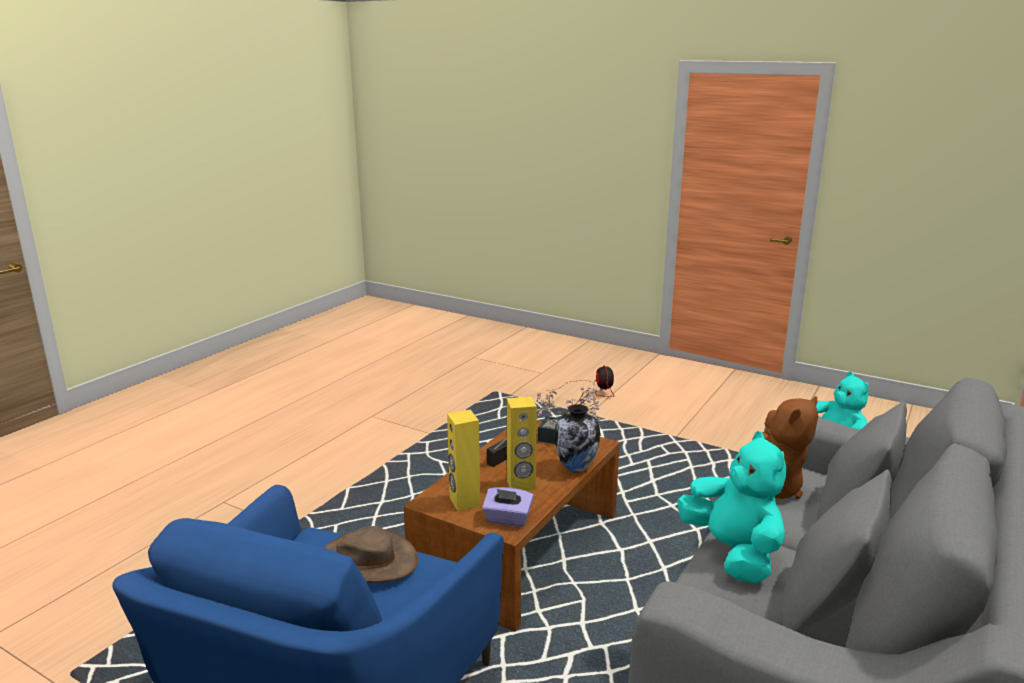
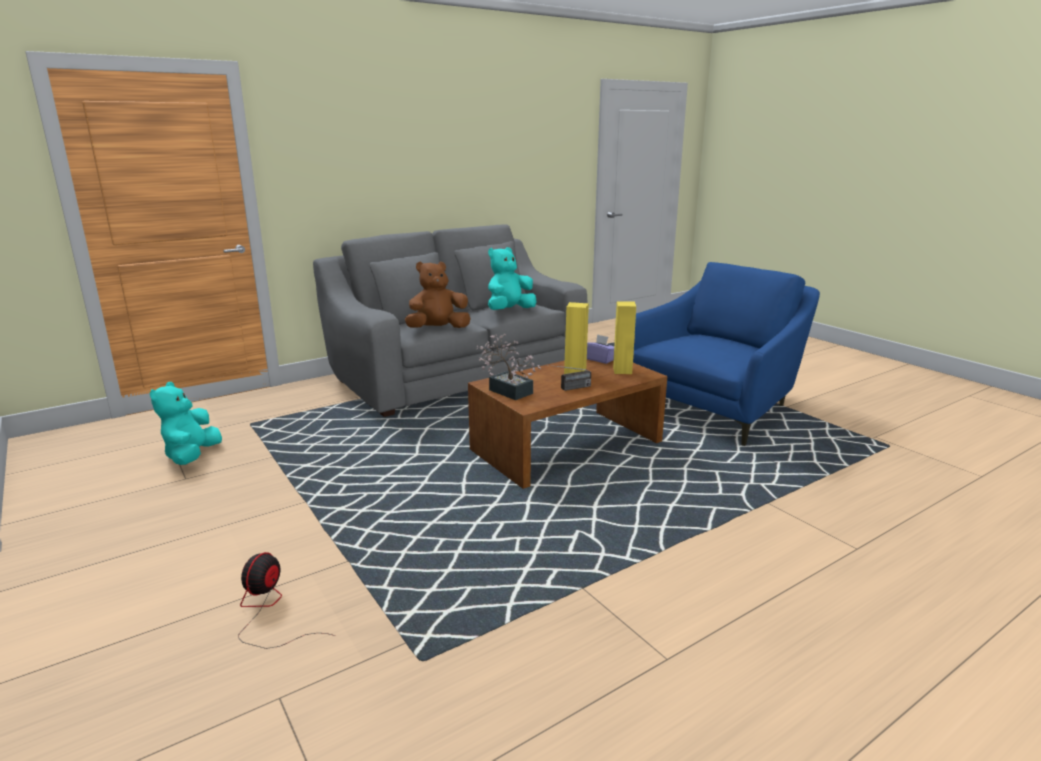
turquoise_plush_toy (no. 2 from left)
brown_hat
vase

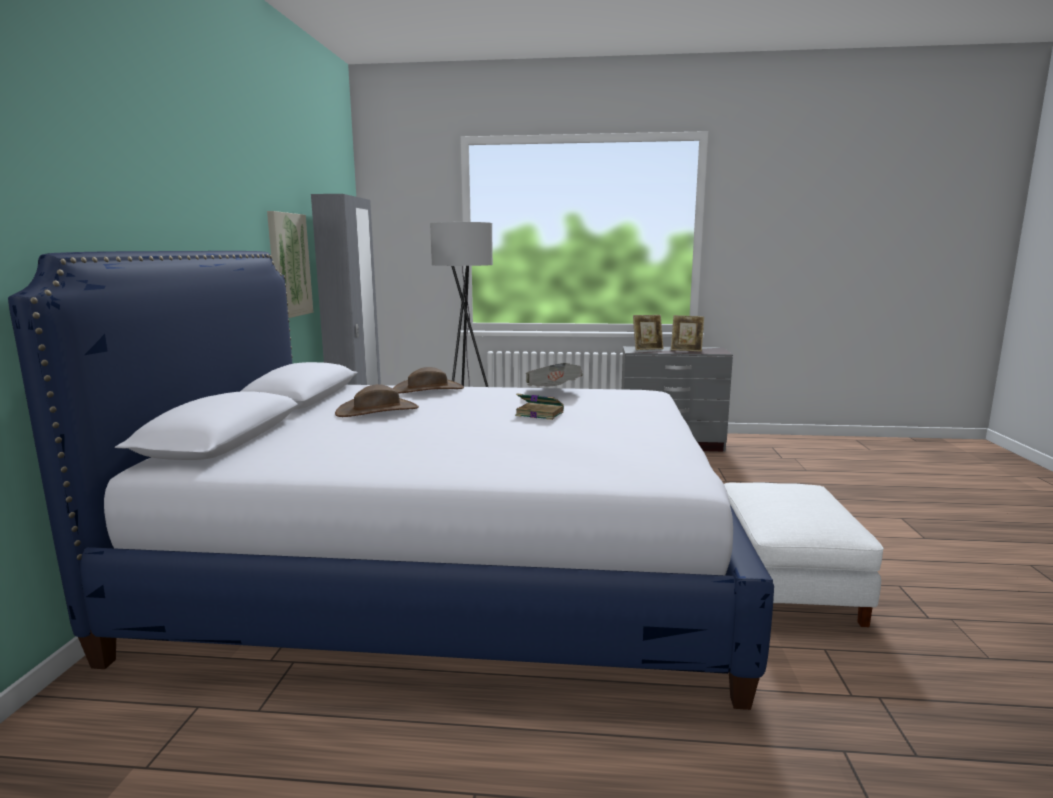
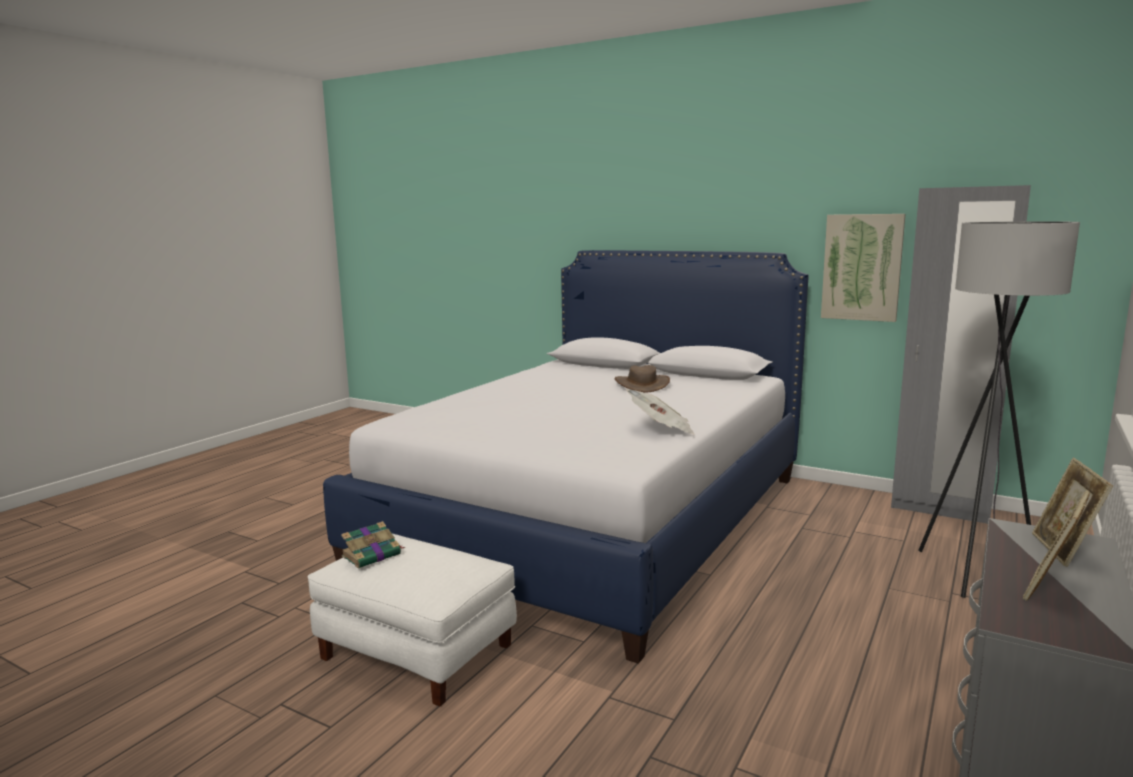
book
brown_hat (no. 2 from left in the first image)

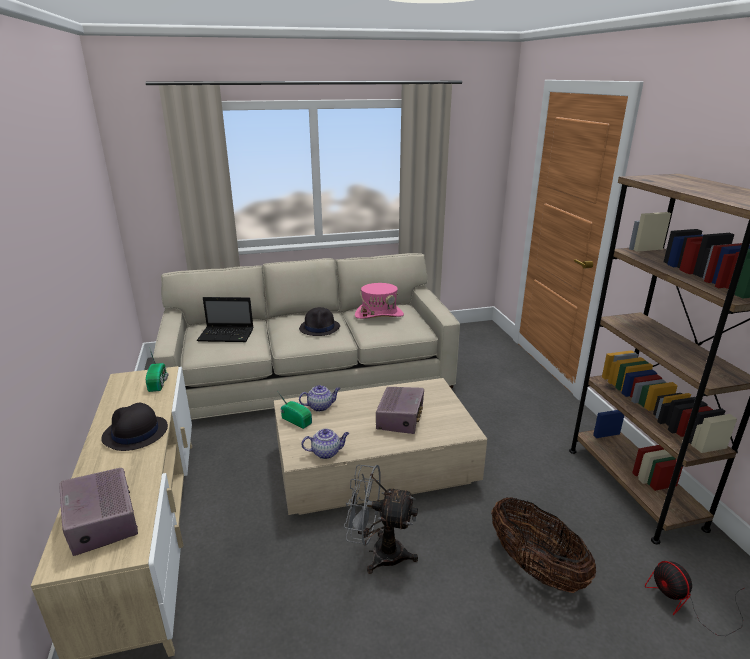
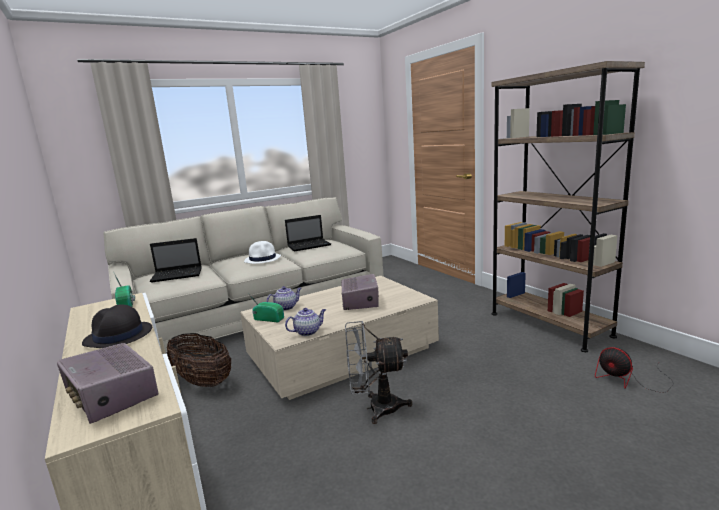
basket
white_hat
laptop (no. 2 from left)

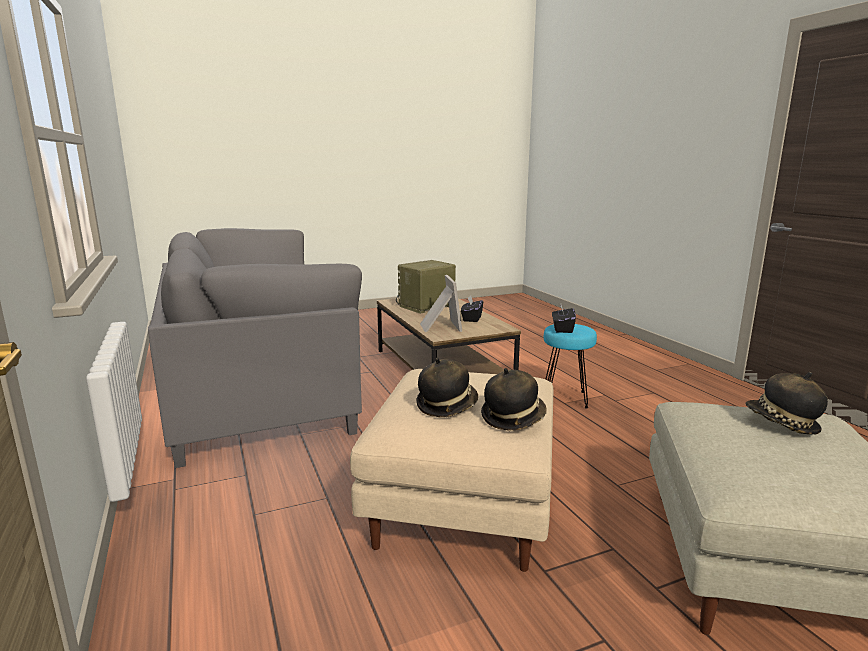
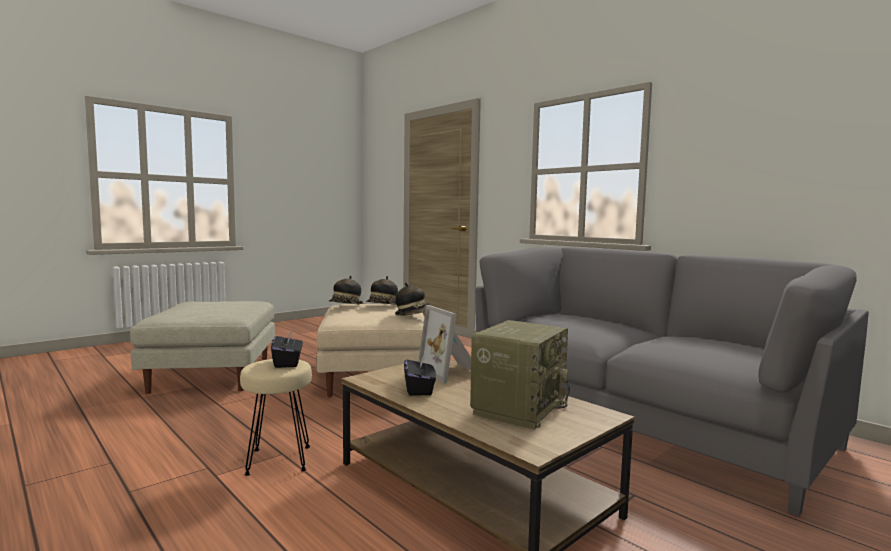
beige_stool
hat (no. 3 from left)

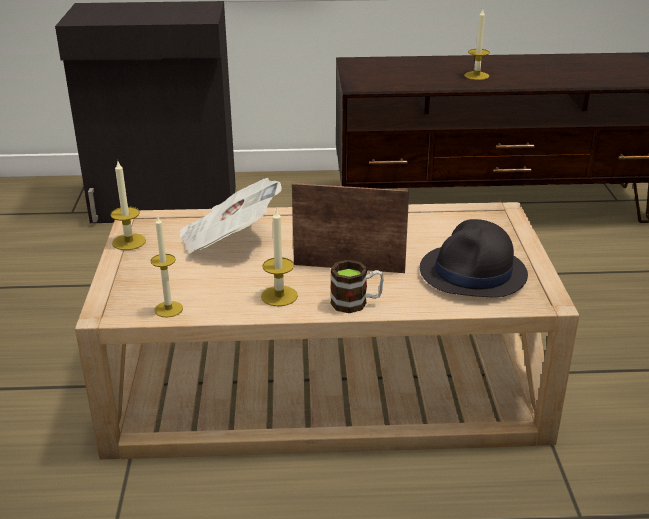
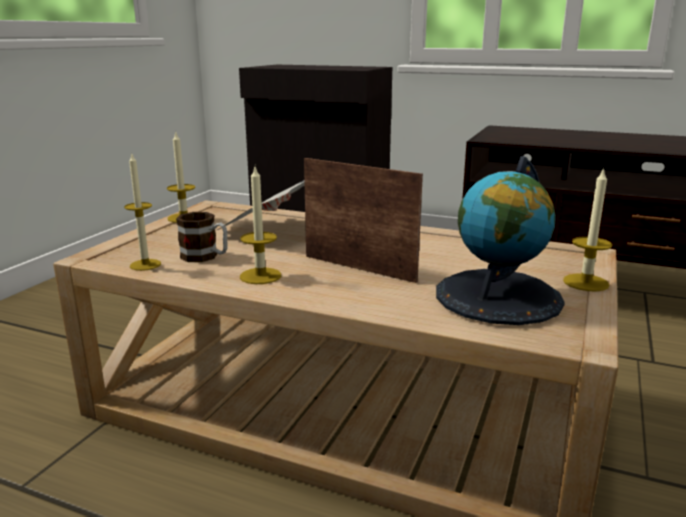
mug
globe
candle (no. 4 from left)

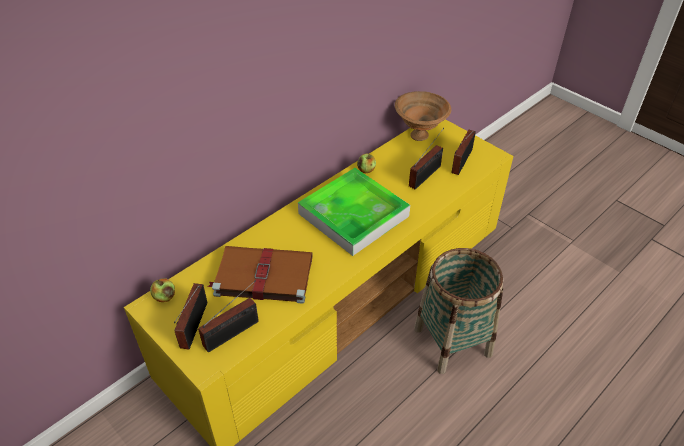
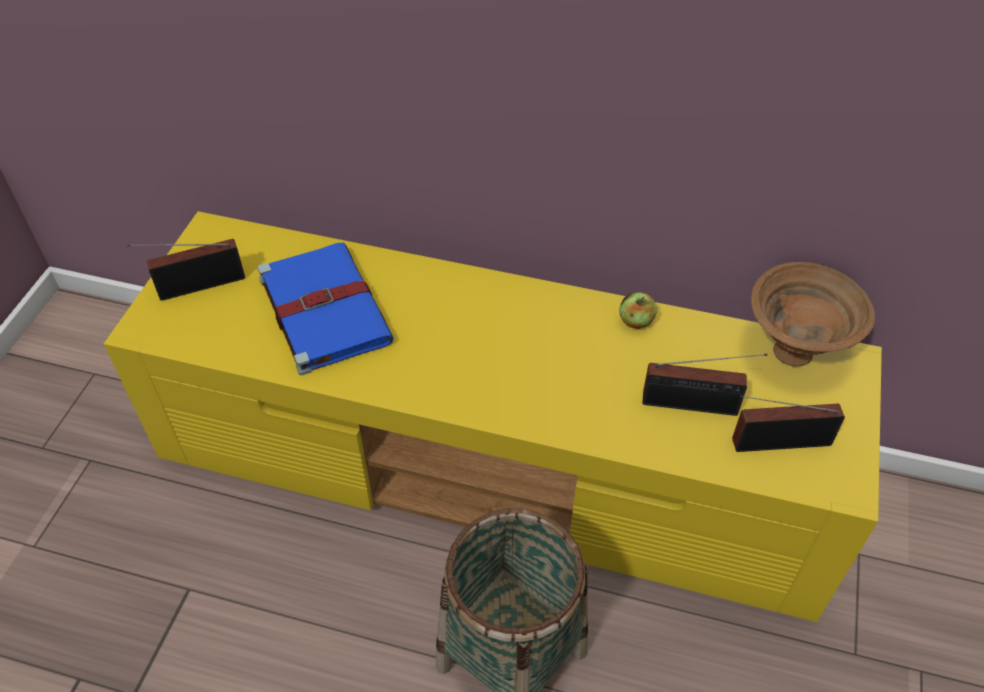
blue_book
apple (no. 1 from left in the first image)
radio (no. 2 from left in the first image)
tray

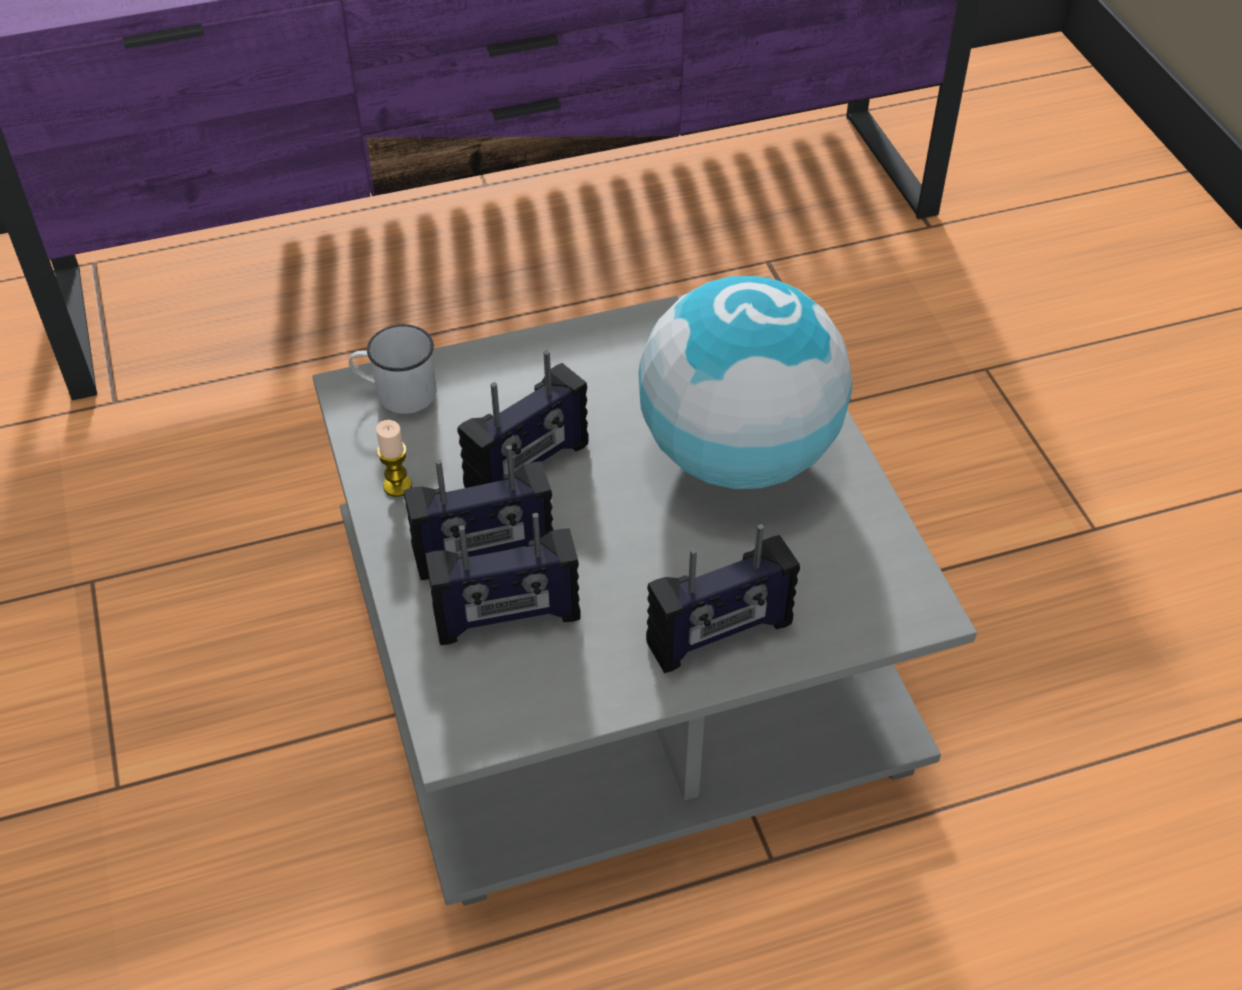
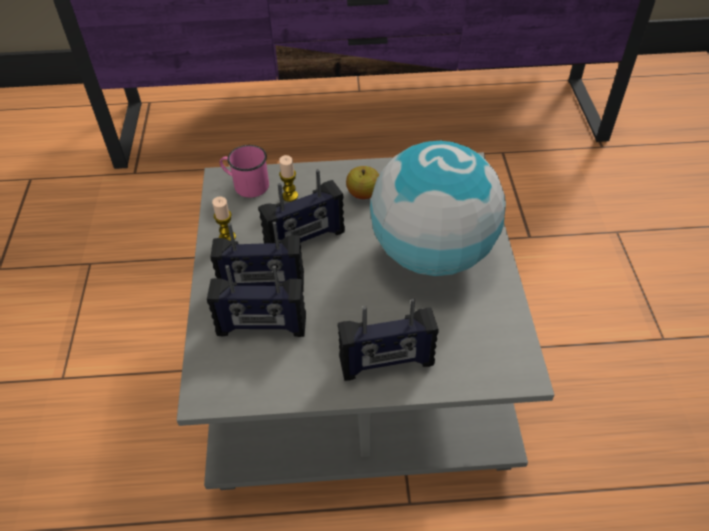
pink_mug
candle (no. 2 from left)
apple

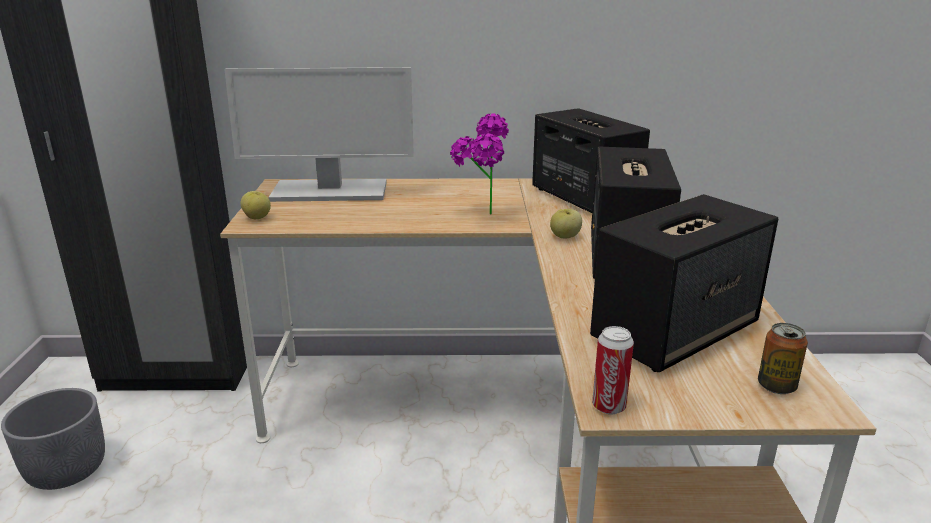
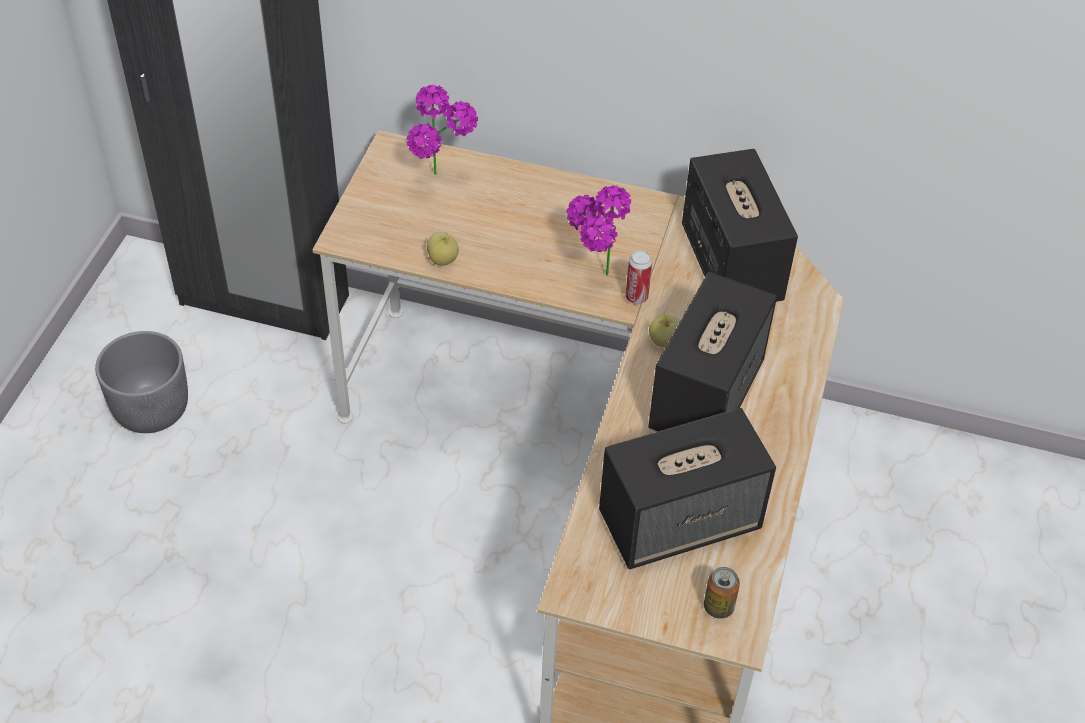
potted_plant (no. 1 from left)
apple (no. 1 from left)
can (no. 1 from left)

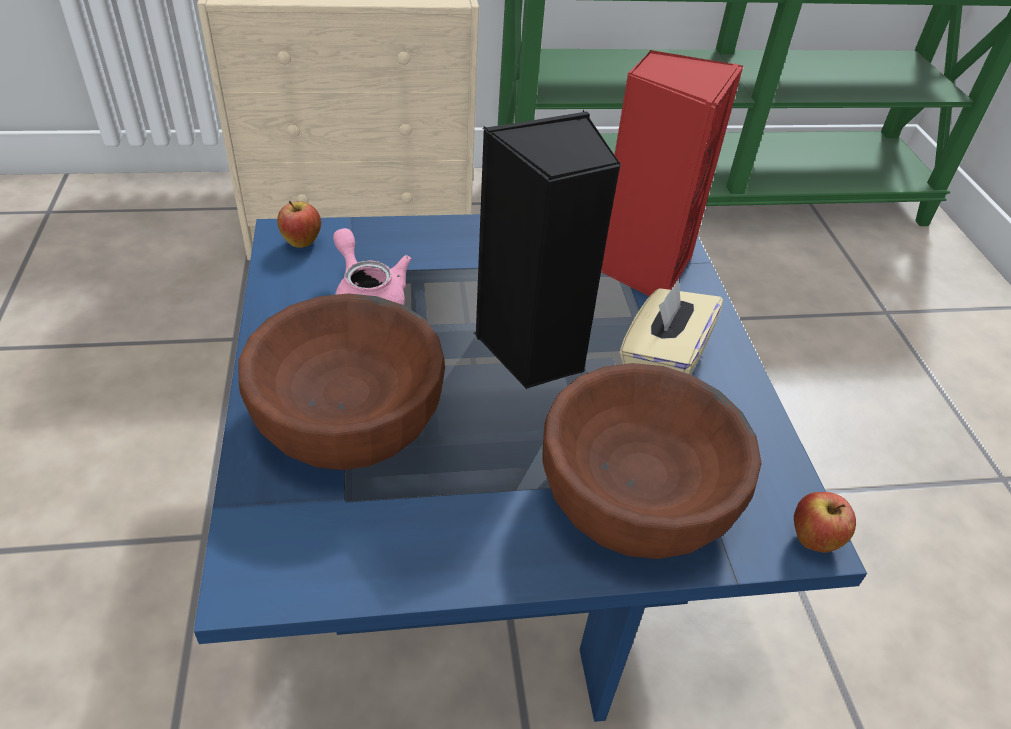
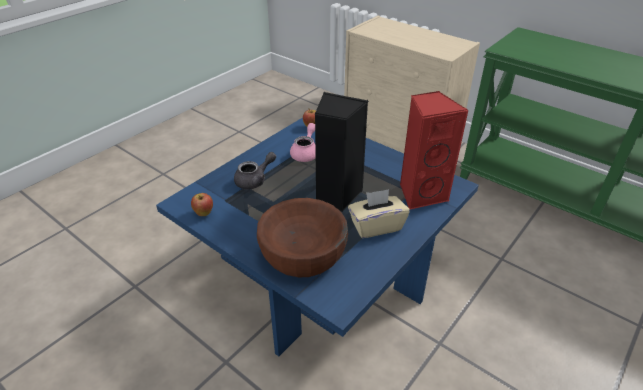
apple (no. 1 from left)
grey_teapot

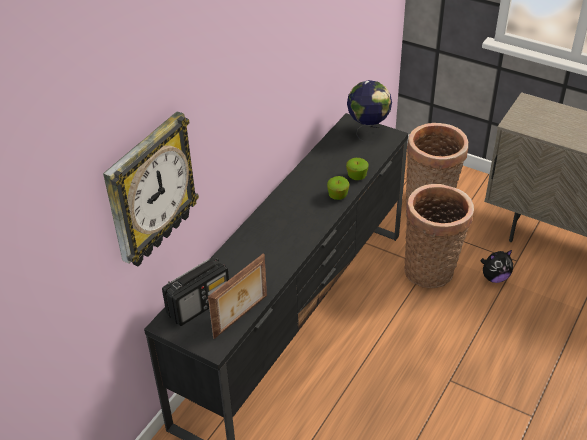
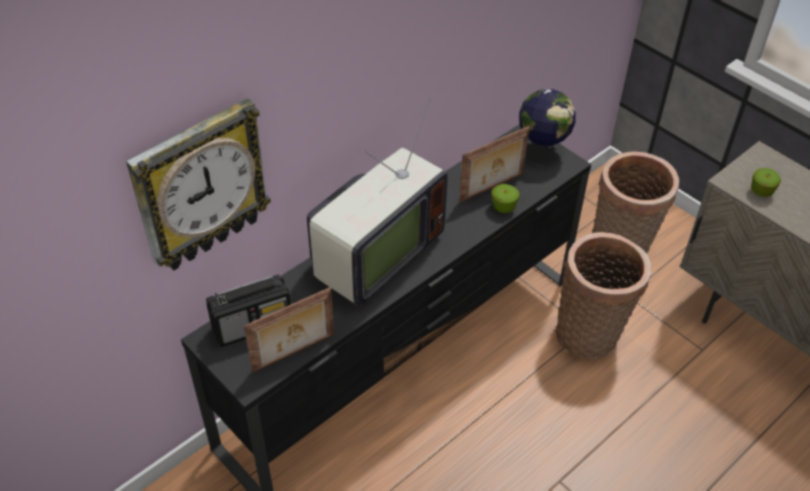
television
picture_frame (no. 2 from left)
apple (no. 2 from left)
plush_toy

